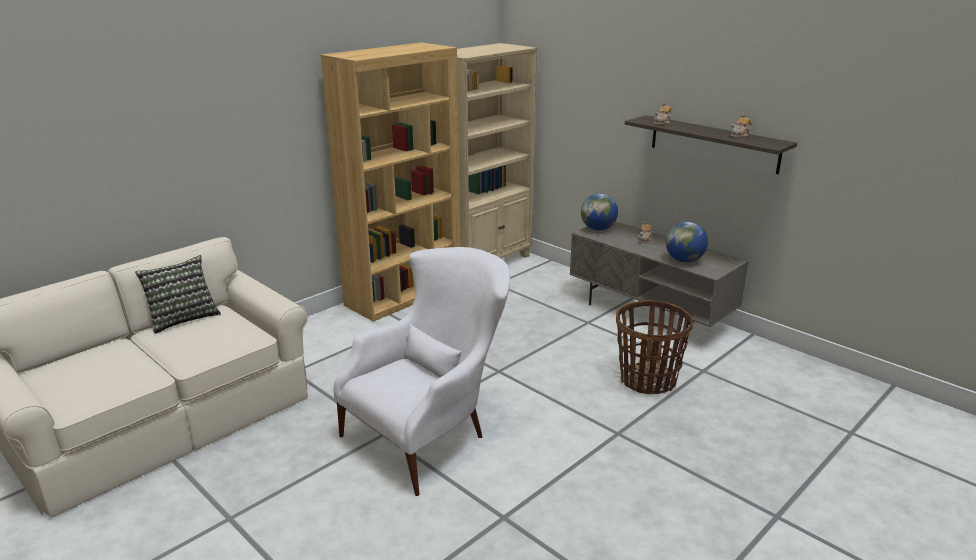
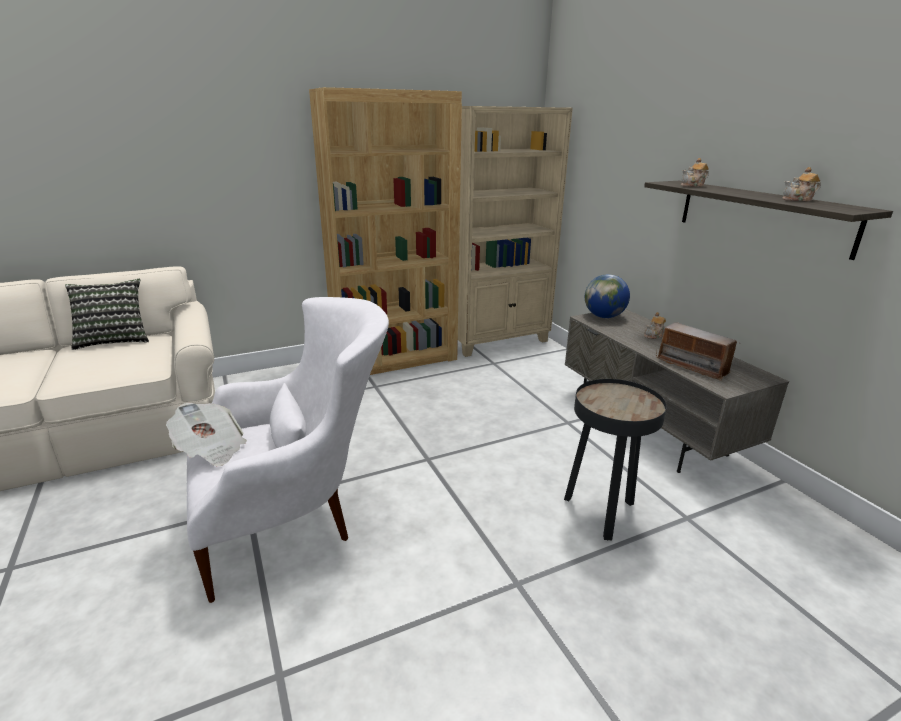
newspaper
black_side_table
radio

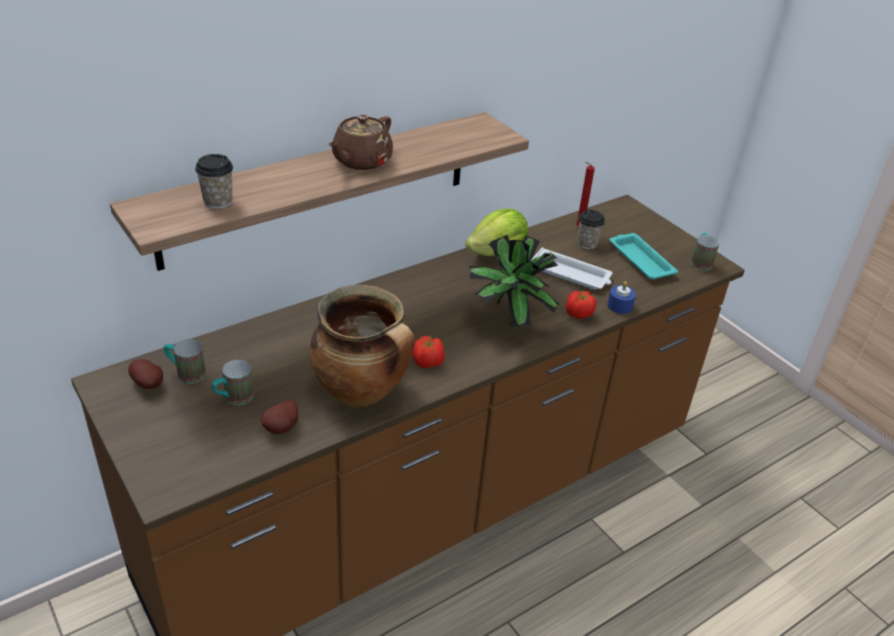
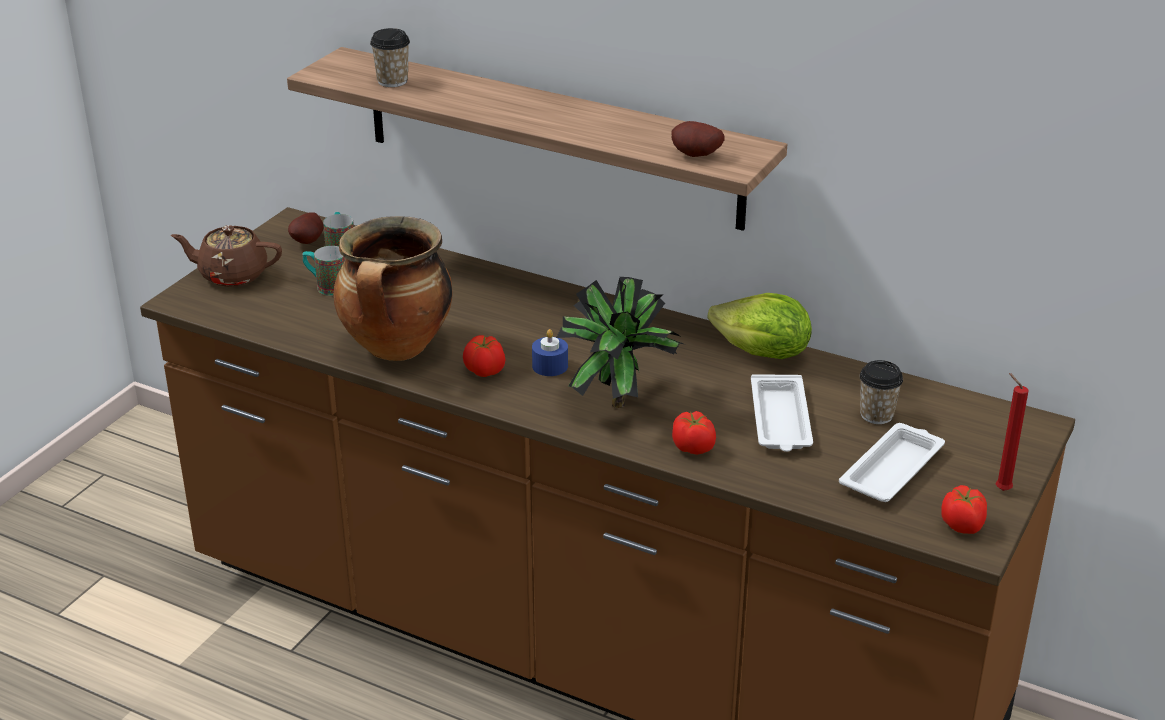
brown_teapot
blue_candle
potato (no. 2 from left)
white_tray (no. 2 from left)
tomato (no. 3 from left)
red_candle

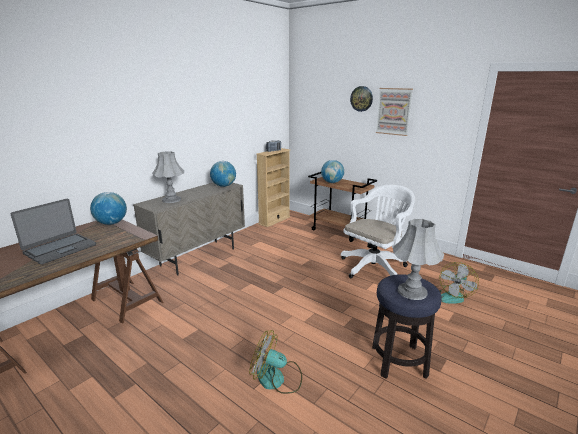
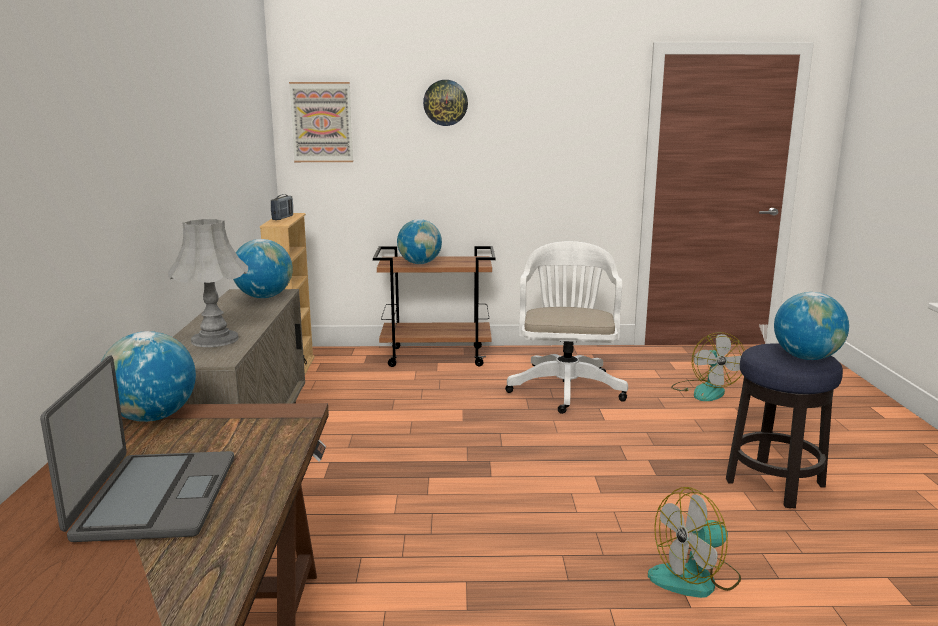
picture
globe (no. 4 from left)

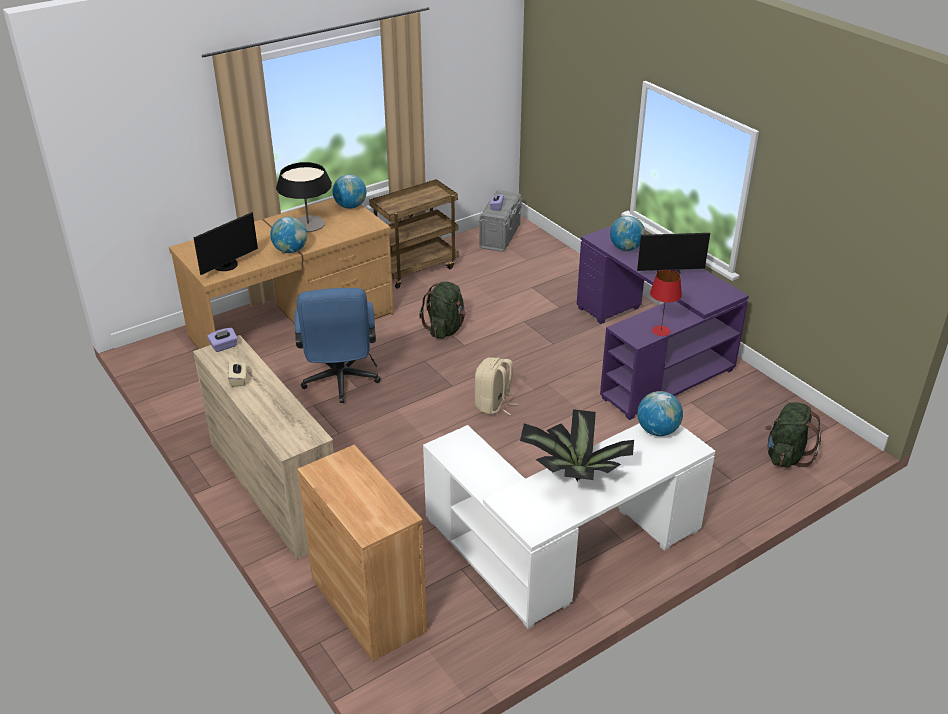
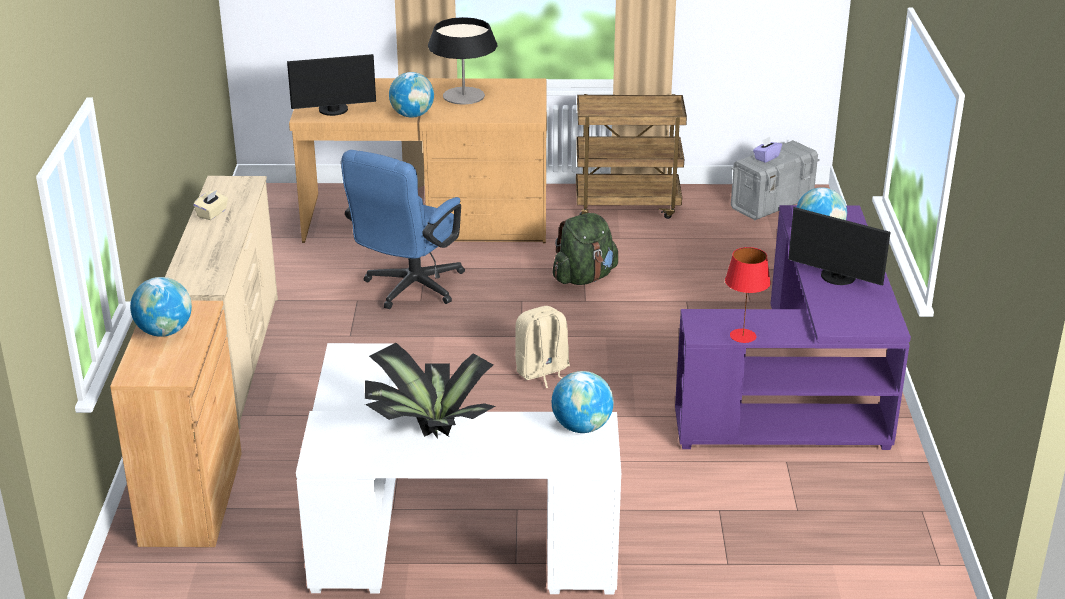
globe (no. 1 from left)
purple_tissue_box (no. 1 from left in the first image)
green_backpack (no. 2 from left in the first image)

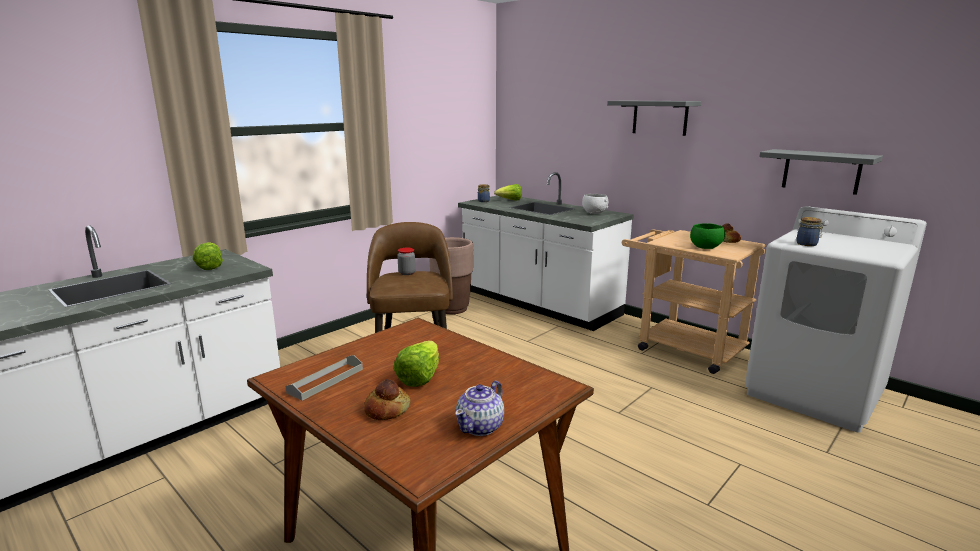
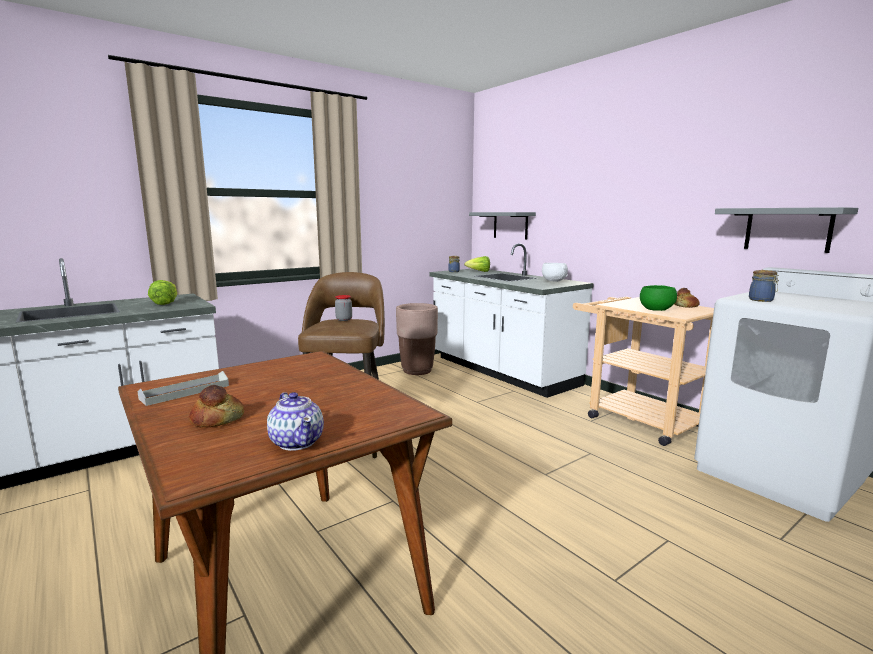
teapot
grey_shelf (no. 1 from left)
lettuce (no. 2 from left in the first image)

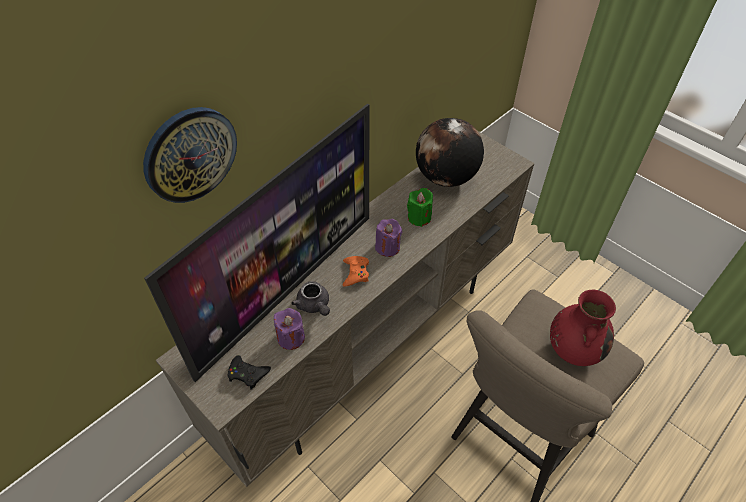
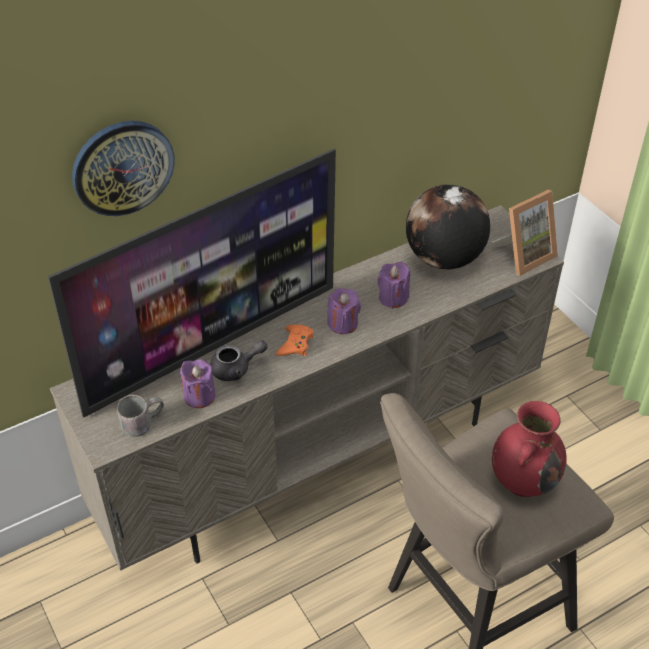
grey_mug
grey_teapot
purple_candle (no. 3 from left)
picture_frame

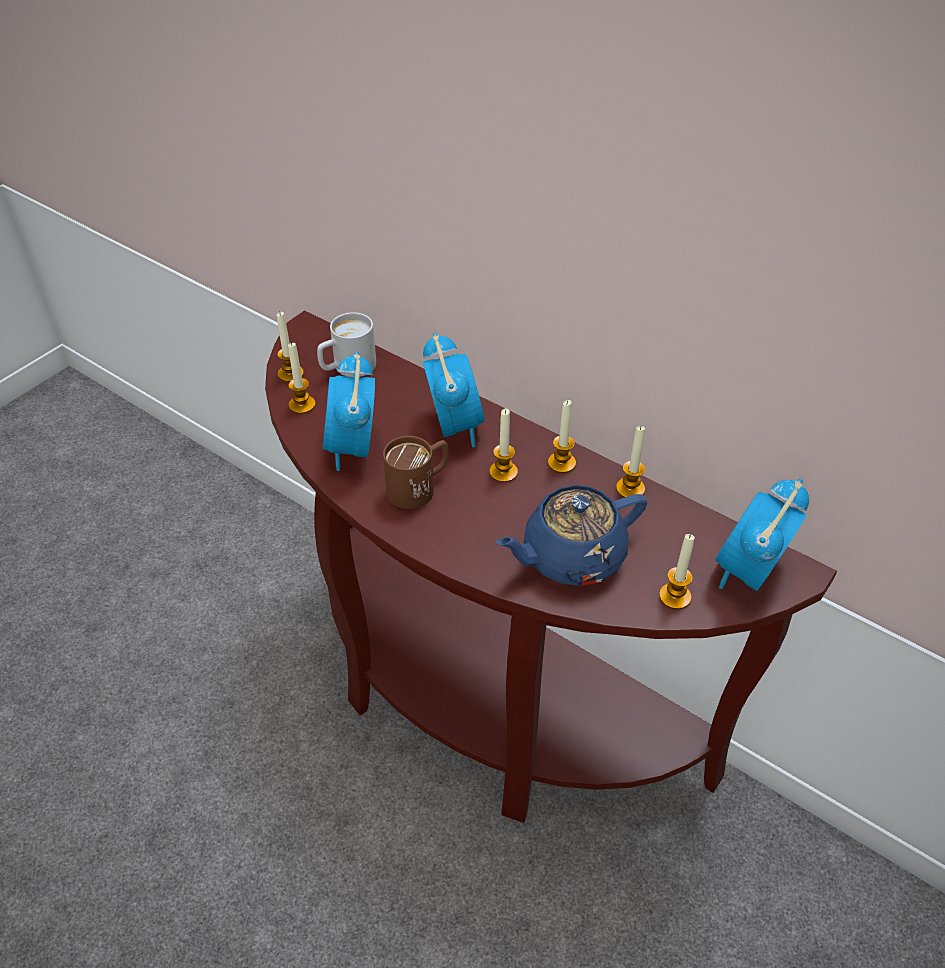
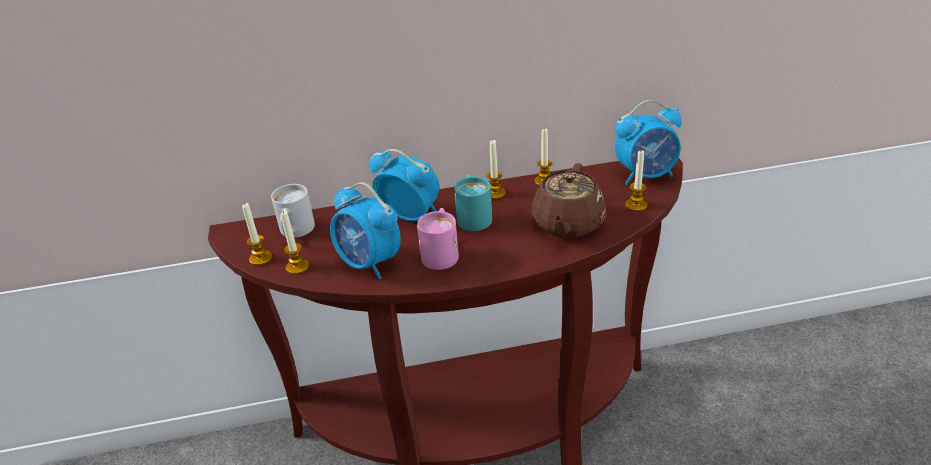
pink_mug
turquoise_mug
brown_teapot
alarm_clock (no. 3 from left)

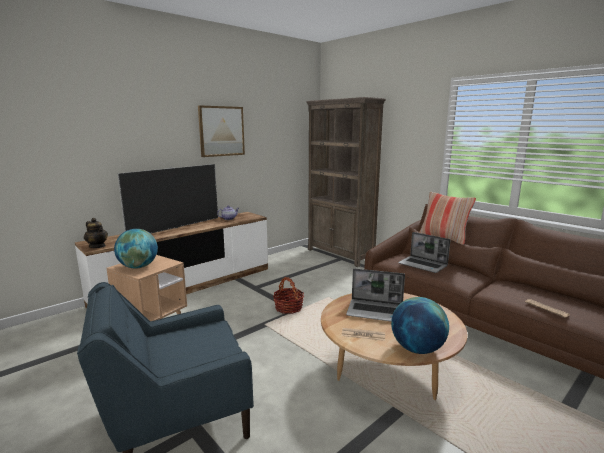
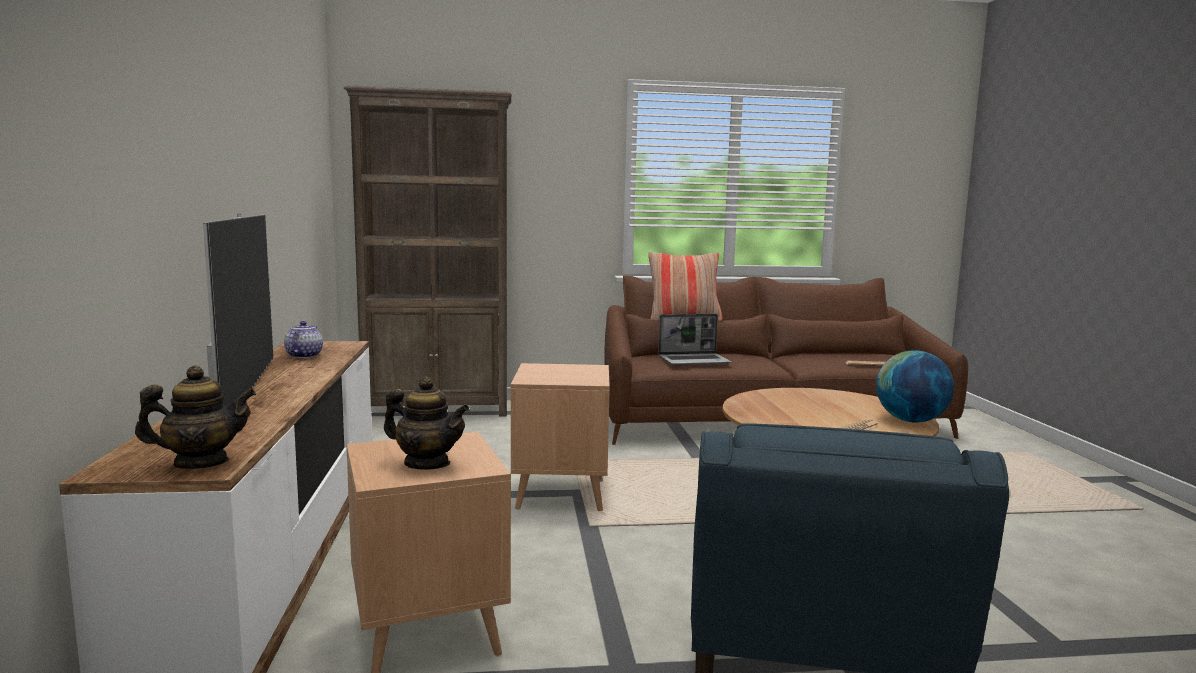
teapot (no. 3 from left)
brown_side_table (no. 2 from left)
picture
laptop (no. 1 from left in the first image)

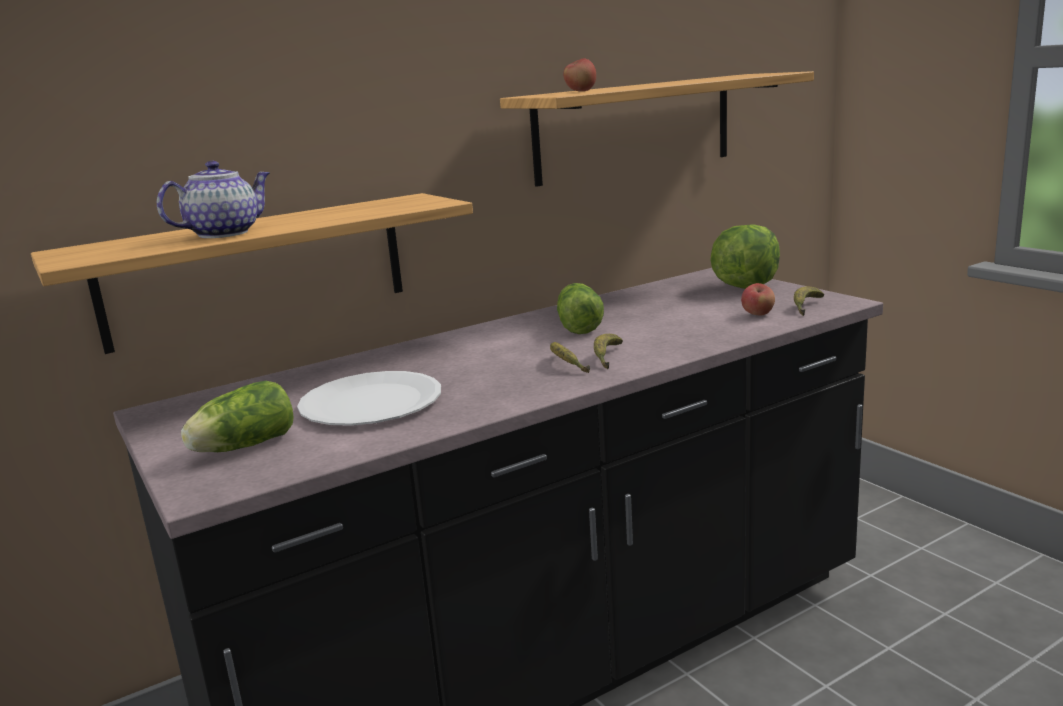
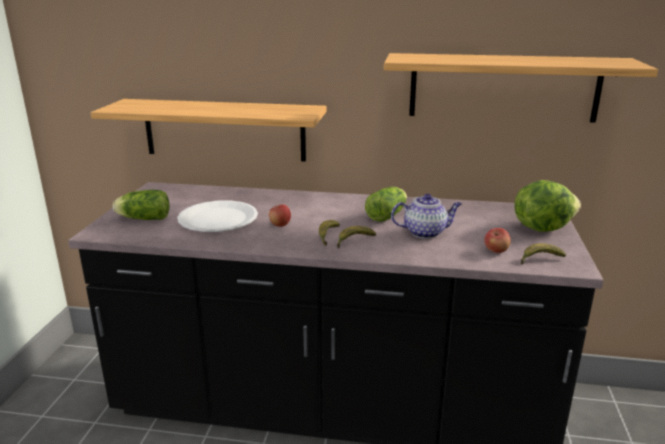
apple (no. 1 from left)
teapot

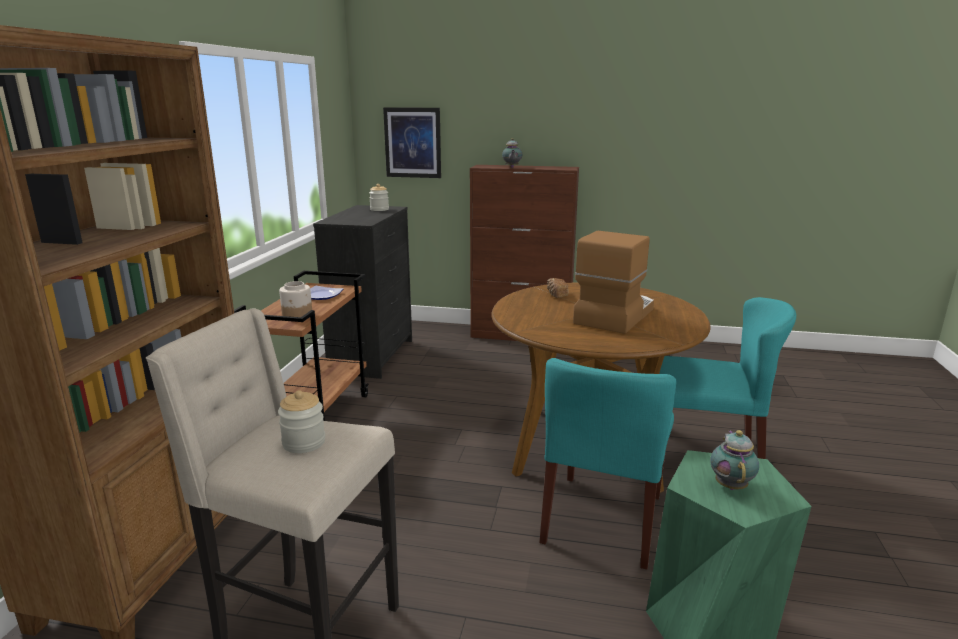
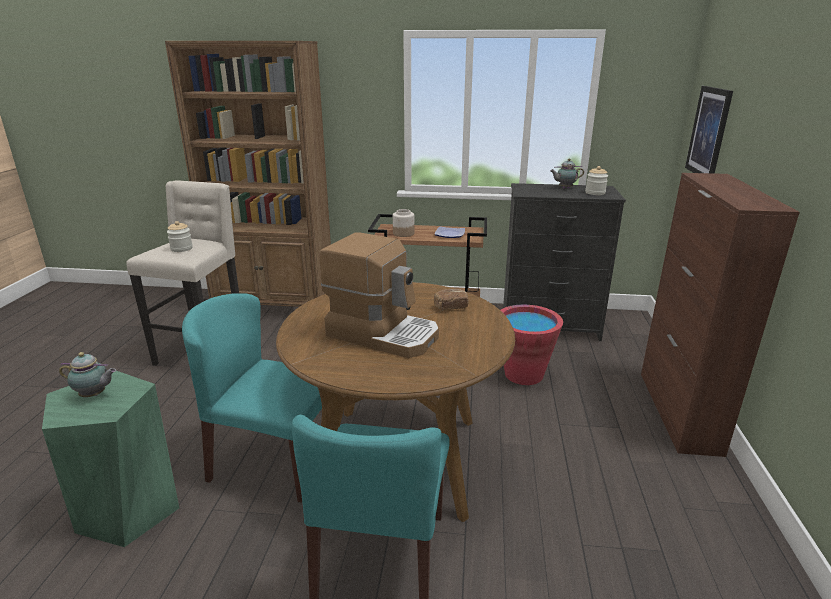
red_bucket
teapot (no. 2 from left)

